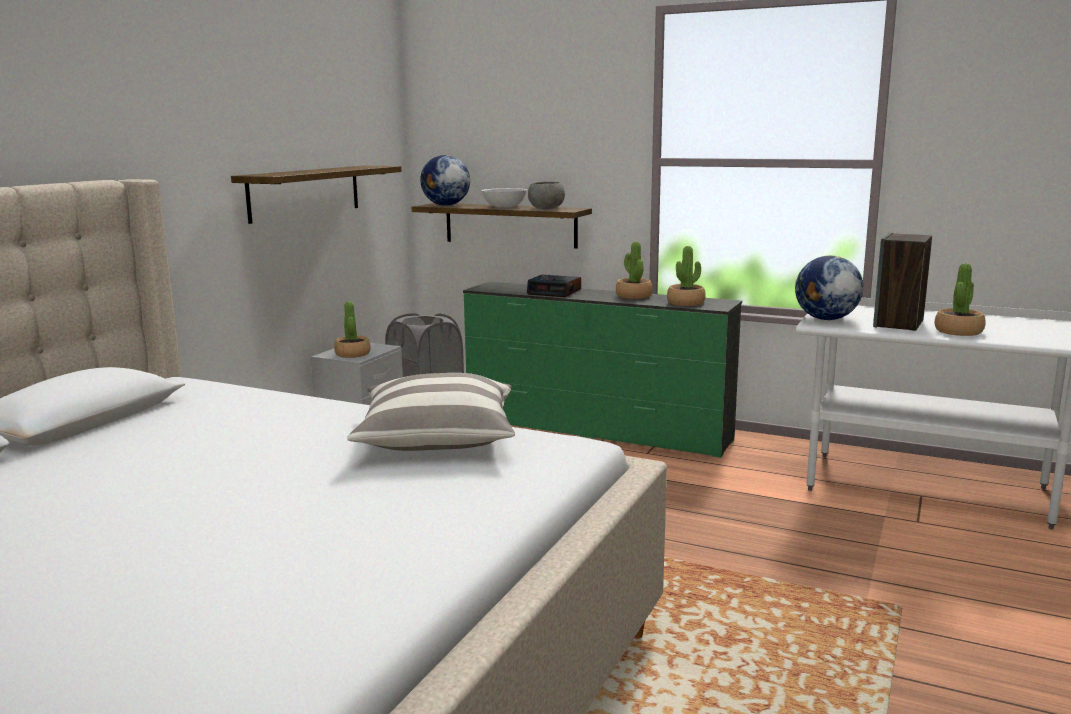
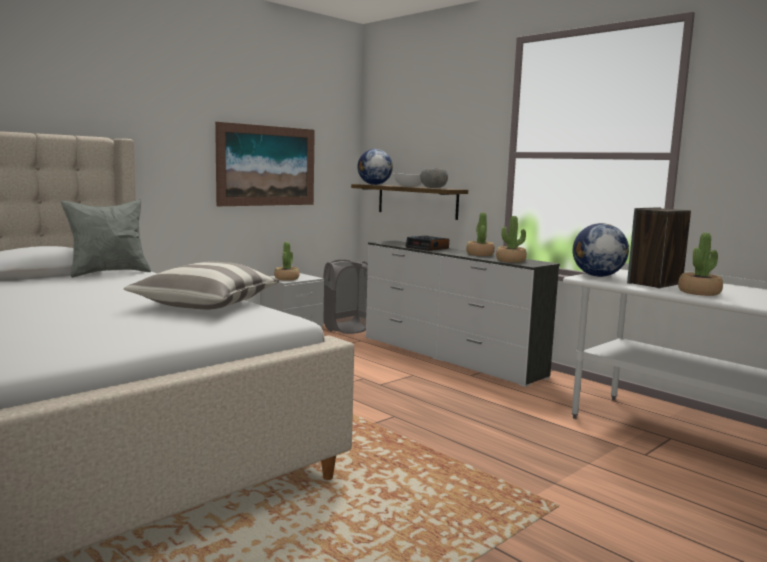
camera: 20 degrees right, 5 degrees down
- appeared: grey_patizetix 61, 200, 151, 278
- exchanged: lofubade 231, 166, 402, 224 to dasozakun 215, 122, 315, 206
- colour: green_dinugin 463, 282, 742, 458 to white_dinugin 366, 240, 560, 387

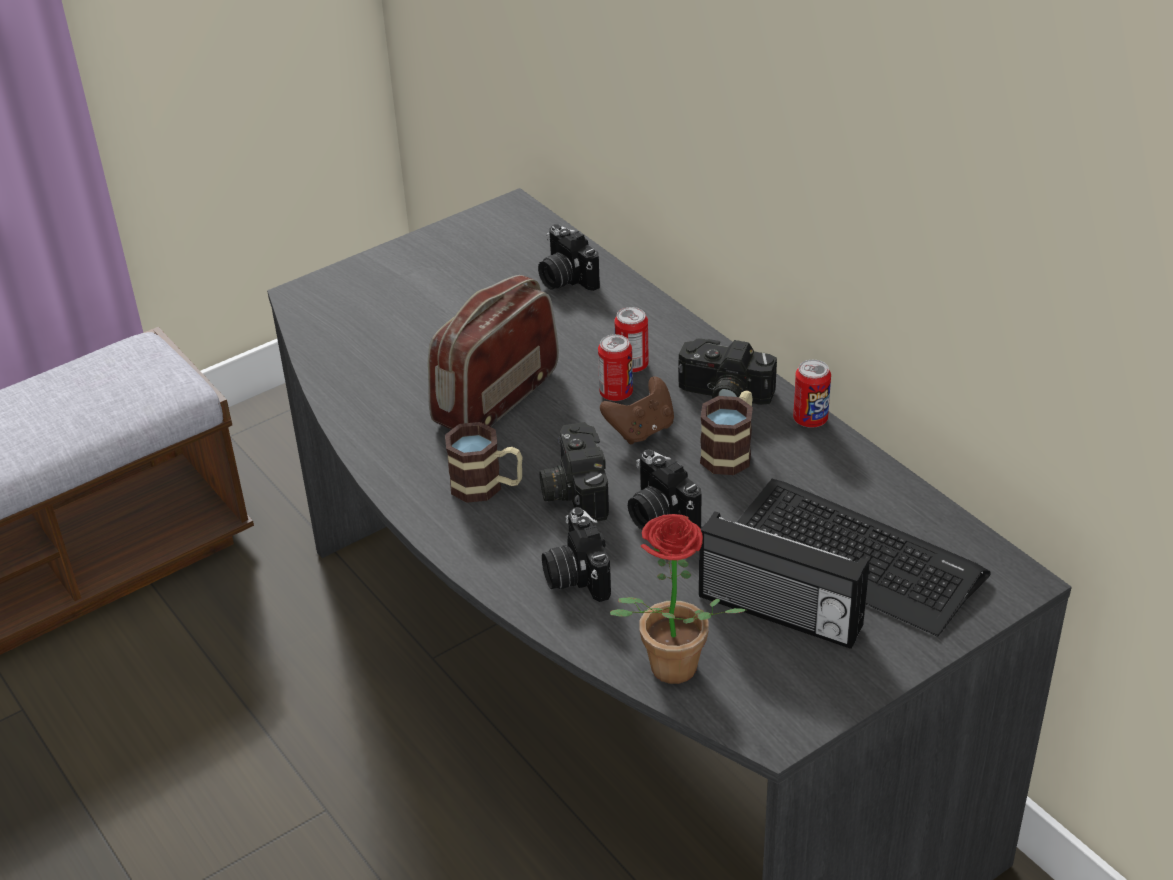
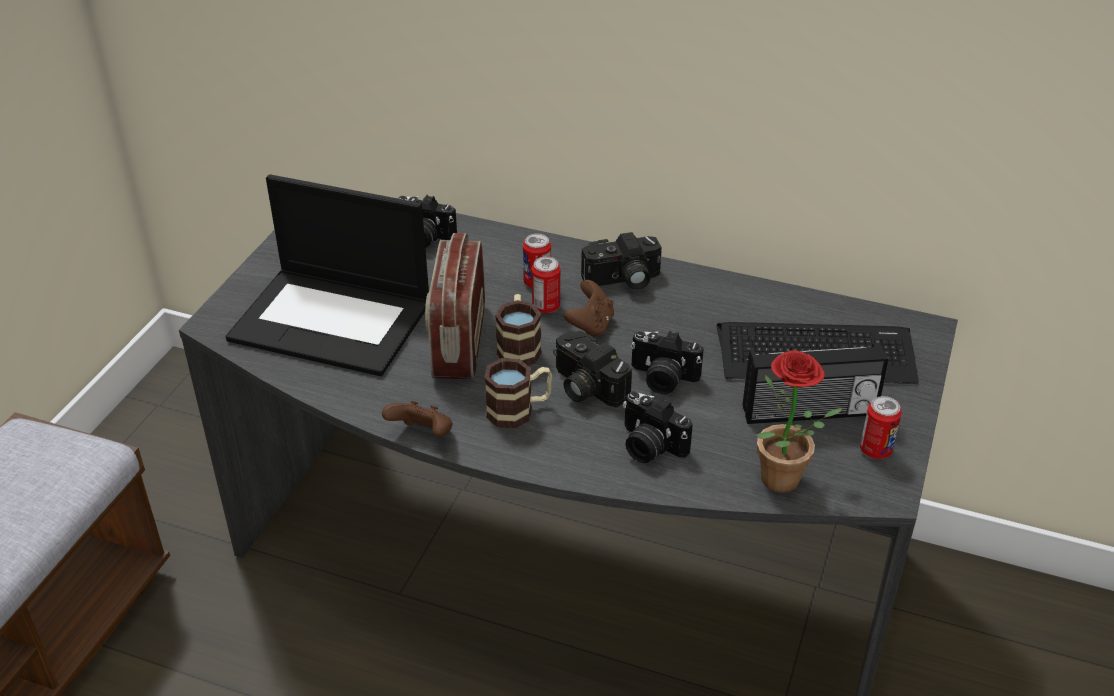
camera: 35 degrees left, 0 degrees up
- appeared: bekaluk 225, 174, 429, 376
- appeared: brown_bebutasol 382, 401, 453, 437
- relocated: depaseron 700, 391, 753, 475 to 495, 294, 541, 366
- relocated: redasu 793, 360, 831, 428 to 860, 396, 902, 459

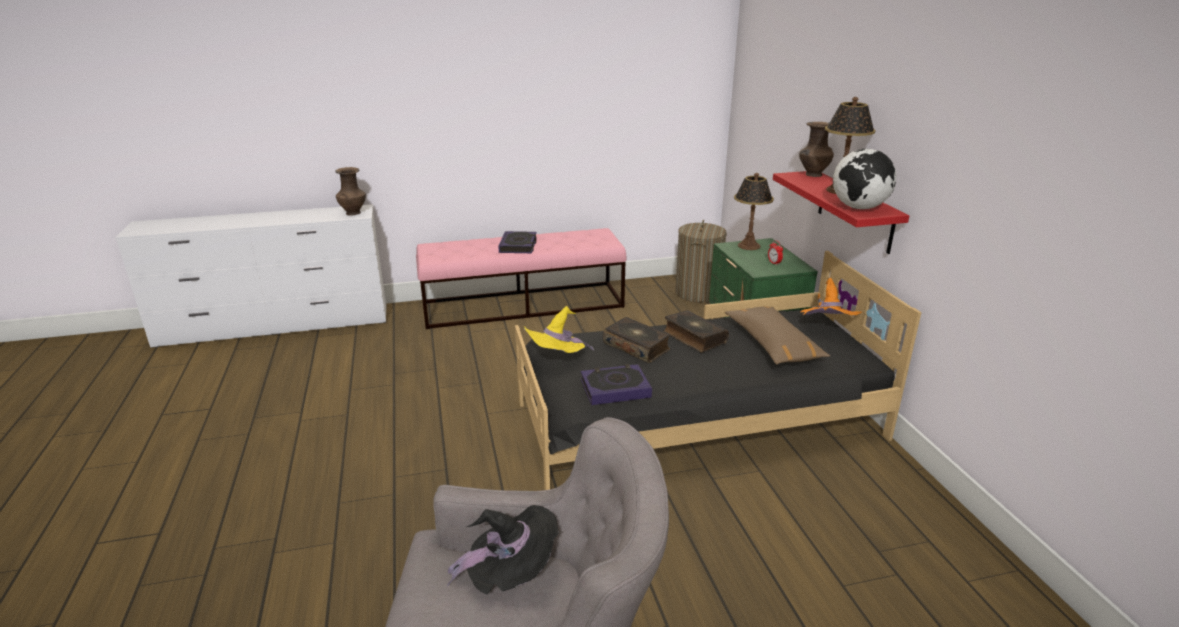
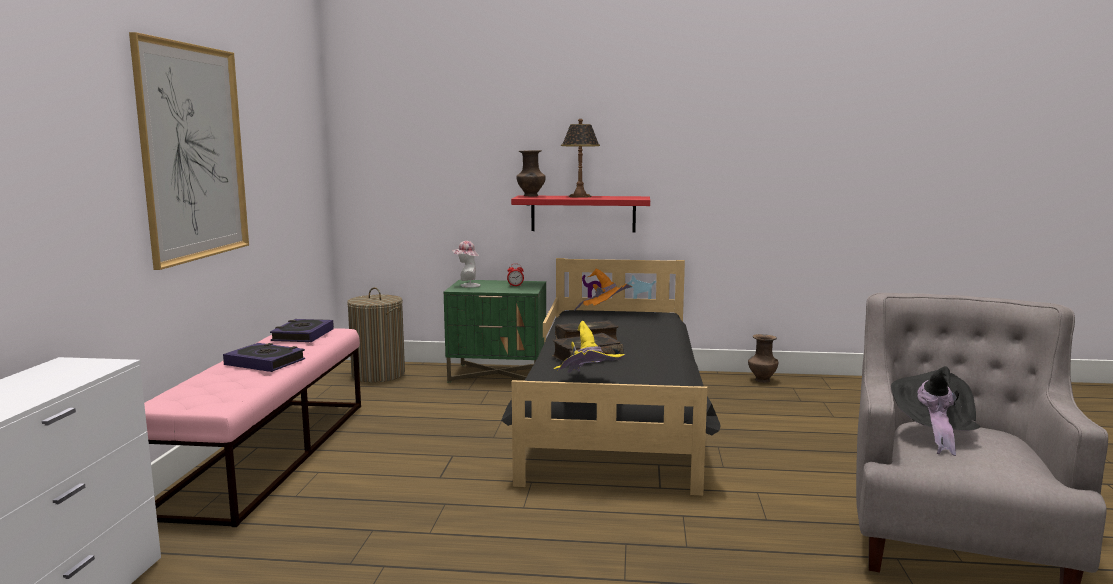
camera: 70 degrees left, 15 degrees down
- appeared: dasozakun 129, 32, 249, 270
- relocated: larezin 581, 364, 652, 405 to 270, 319, 334, 342
- exchanged: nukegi 734, 173, 774, 250 to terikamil 452, 241, 480, 288
- relocated: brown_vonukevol 335, 167, 366, 216 to 748, 334, 778, 383
- missing: brown_patizetix 725, 306, 830, 365
- missing: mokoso 833, 149, 896, 210

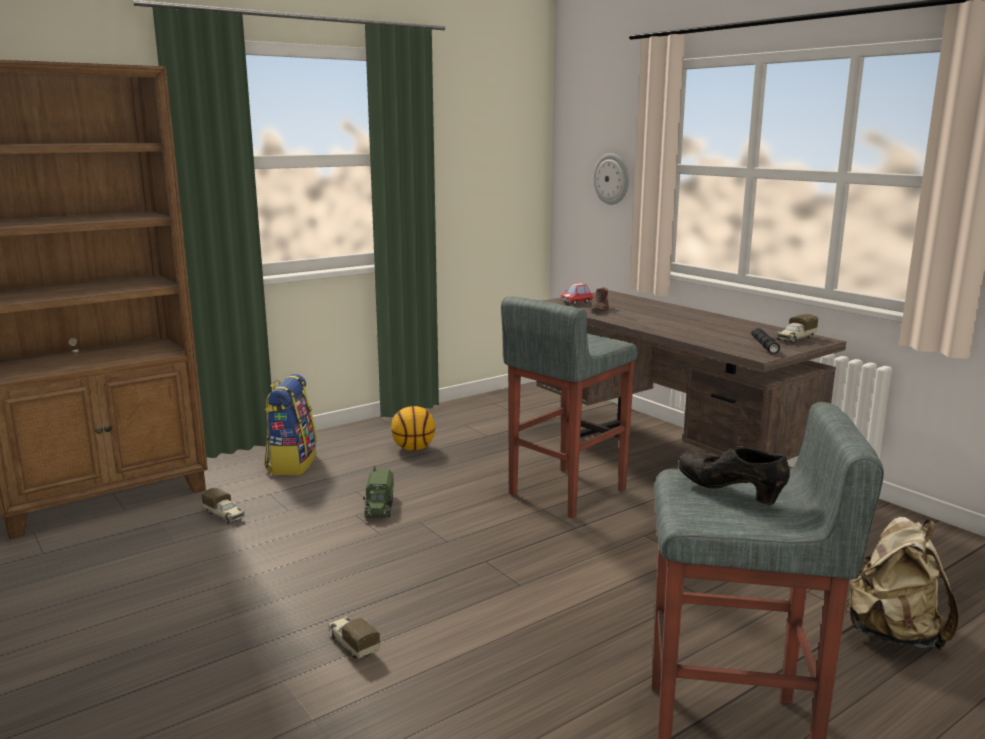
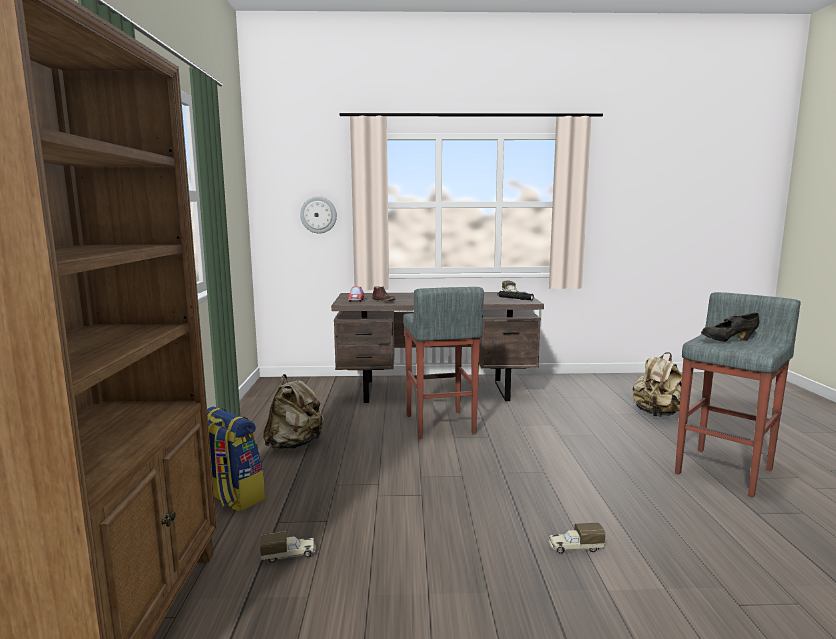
camera: 55 degrees left, 5 degrees down
- exchanged: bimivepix 391, 406, 435, 450 to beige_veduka 263, 374, 324, 450
- missing: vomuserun 363, 466, 394, 518

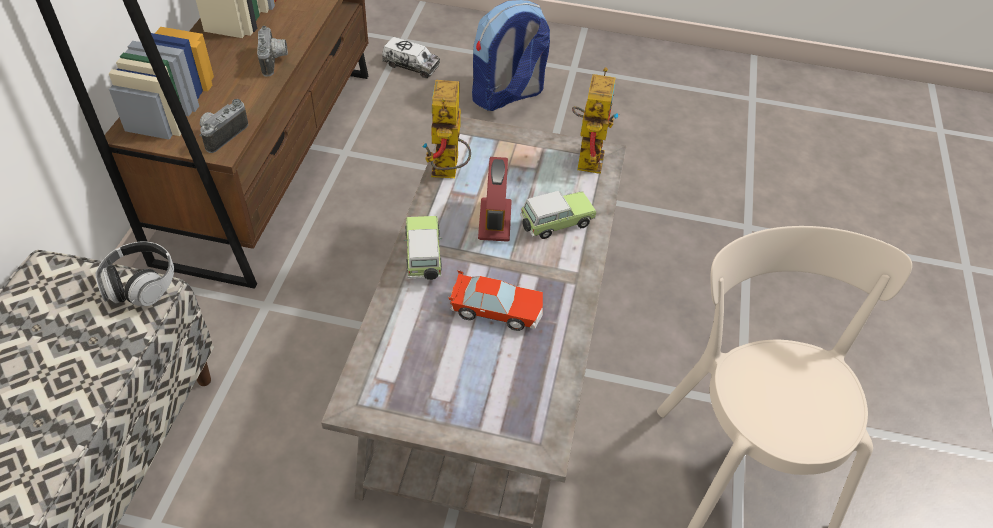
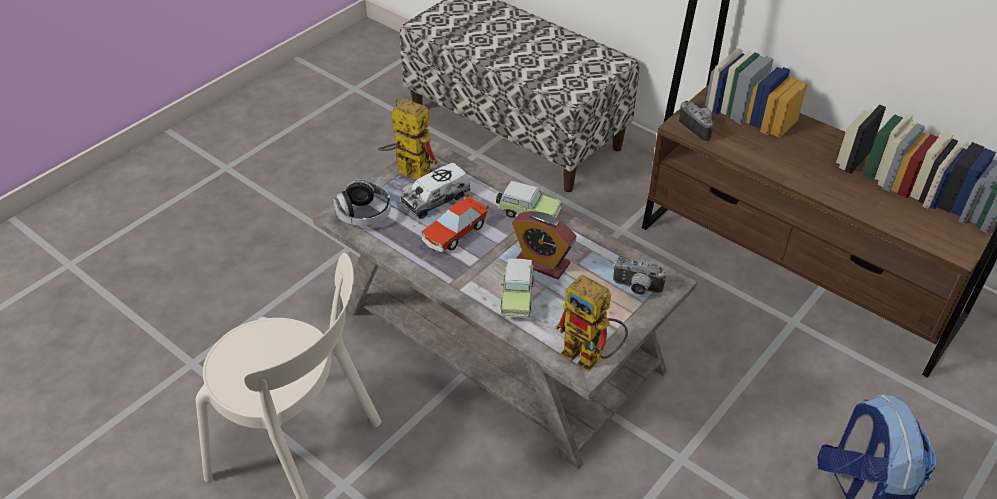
camera: 120 degrees right, 5 degrees down
- relocated: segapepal 96, 241, 174, 306 to 333, 179, 391, 226
- relocated: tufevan 422, 80, 471, 178 to 378, 97, 438, 180
- relocated: vomuserun 382, 37, 440, 78 to 400, 162, 471, 219
- relocated: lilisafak 257, 26, 288, 77 to 613, 256, 666, 295

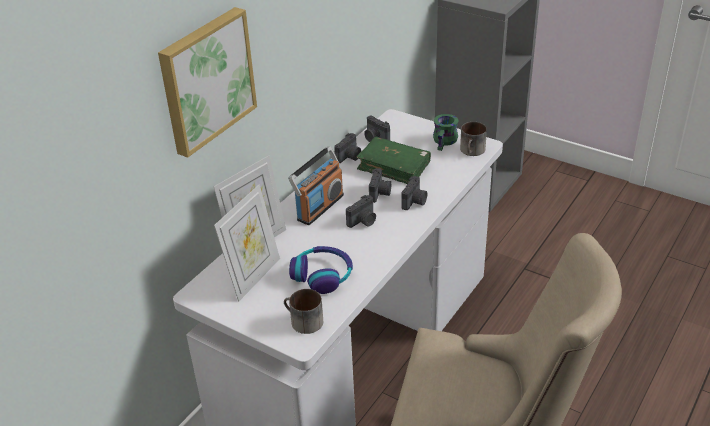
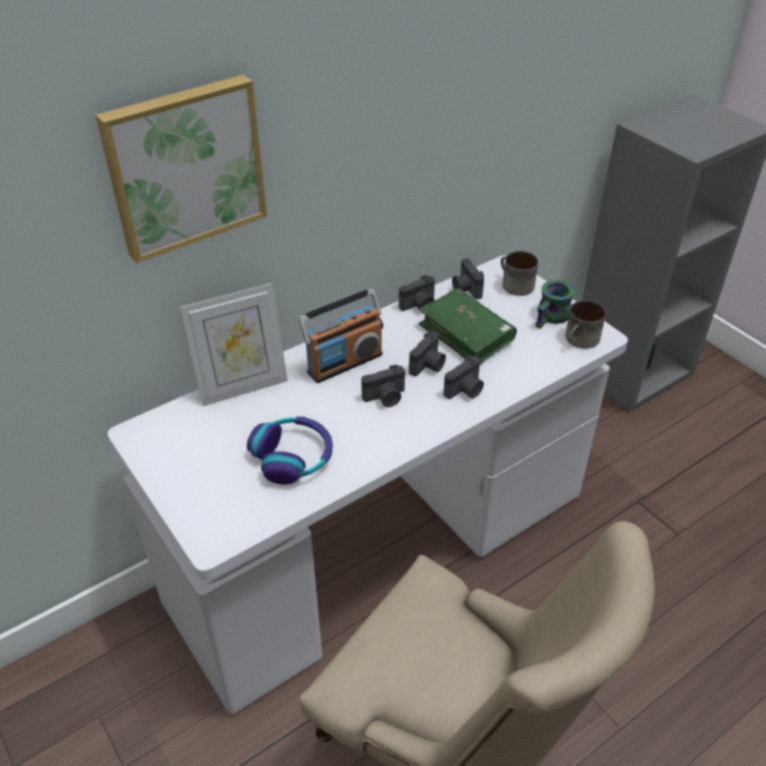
camera: 20 degrees right, 5 degrees up
- relocated: depaseron 284, 289, 323, 334 to 501, 251, 538, 296
- missing: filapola 214, 185, 280, 301

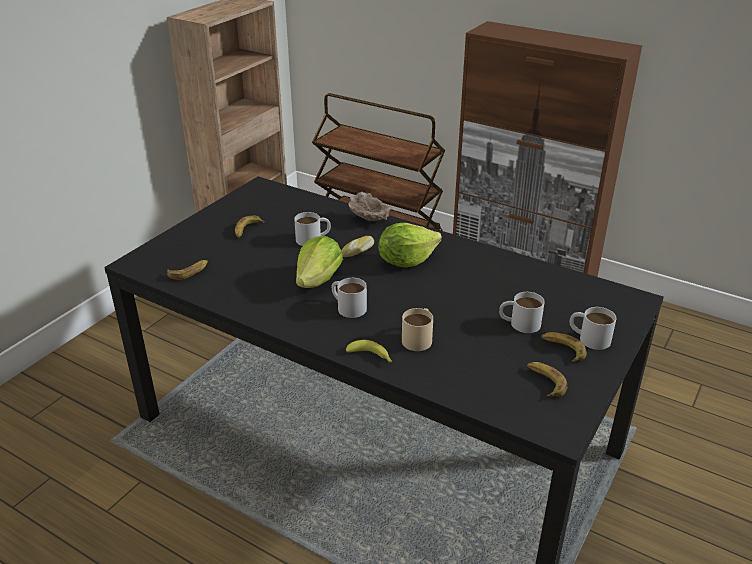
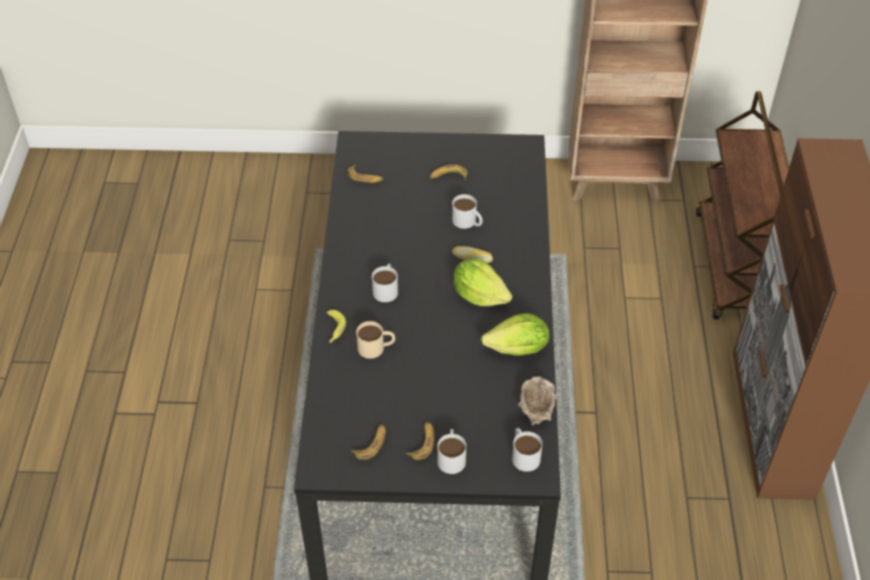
camera: 60 degrees right, 15 degrees up
- relocated: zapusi 296, 235, 343, 288 to 481, 313, 549, 356
- relocated: white_depaseron 499, 292, 545, 333 to 512, 428, 542, 472
- relocated: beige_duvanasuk 348, 192, 392, 222 to 518, 377, 557, 425

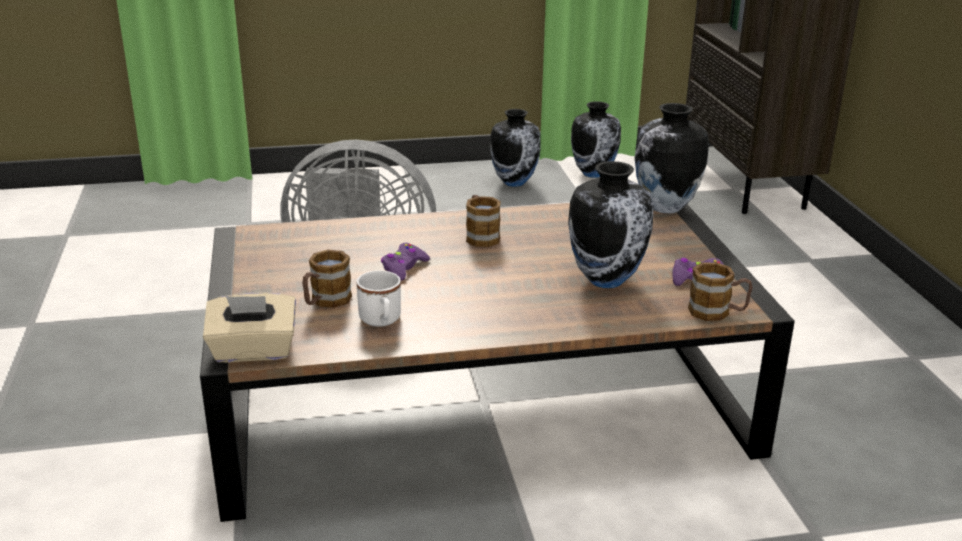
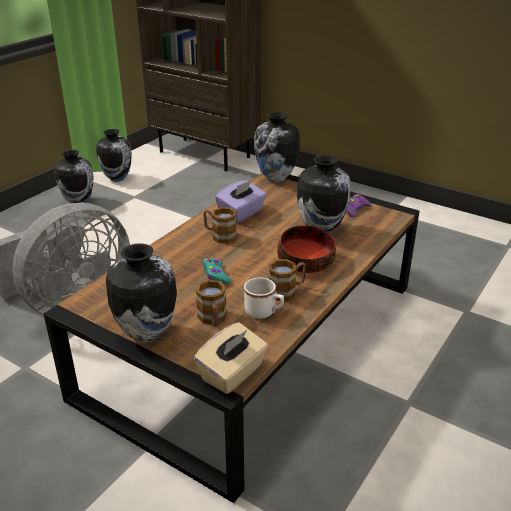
camera: 45 degrees left, 5 degrees up
- appeared: vonukevol 106, 243, 177, 343
- colour: purple_bebutasol 381, 243, 430, 281 to turquoise_bebutasol 202, 258, 231, 284
- appeared: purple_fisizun 215, 180, 266, 223
- relocated: depaseron 688, 262, 753, 321 to 268, 259, 306, 301
- appeared: duvanasuk 277, 225, 336, 273

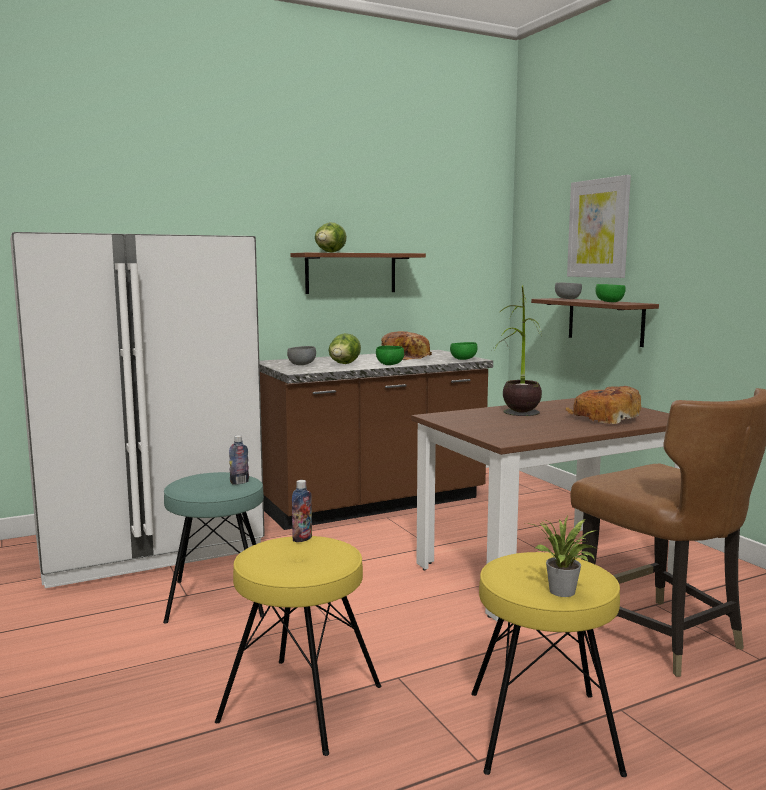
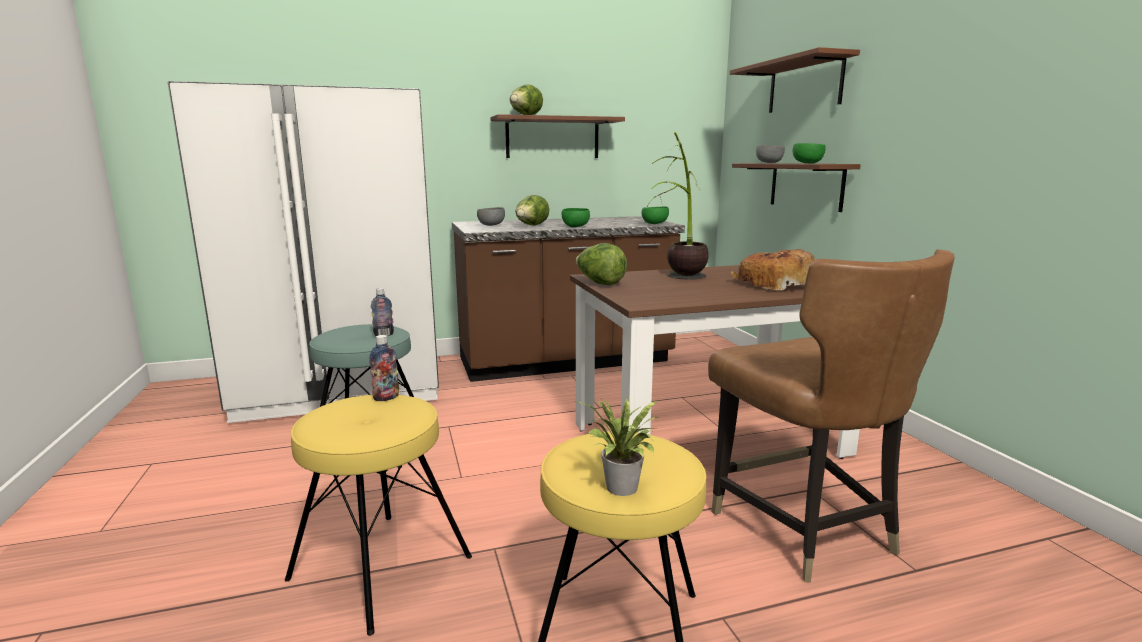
camera: 10 degrees right, 5 degrees up
- appeared: zapusi 576, 243, 627, 285
- exchanged: dasozakun 567, 175, 631, 278 to brown_lofubade 730, 47, 860, 113
- missing: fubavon 381, 331, 432, 360

